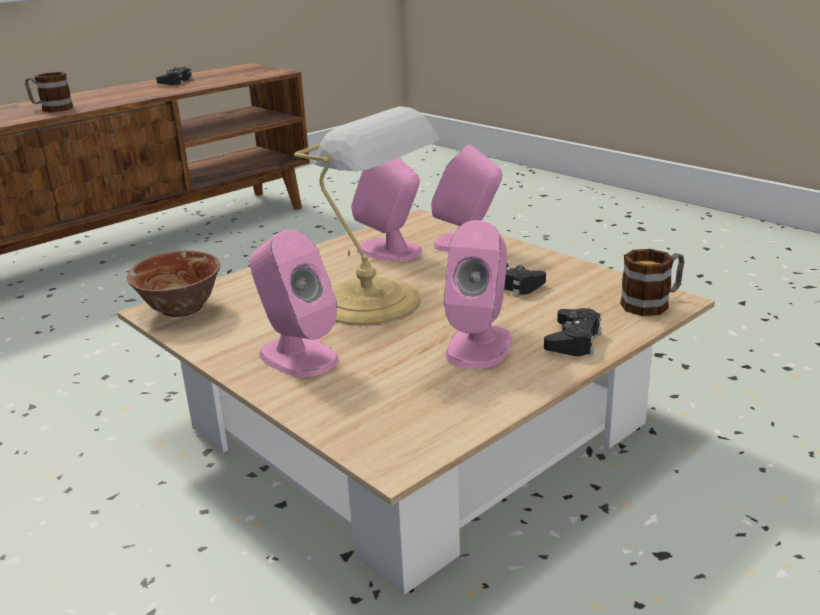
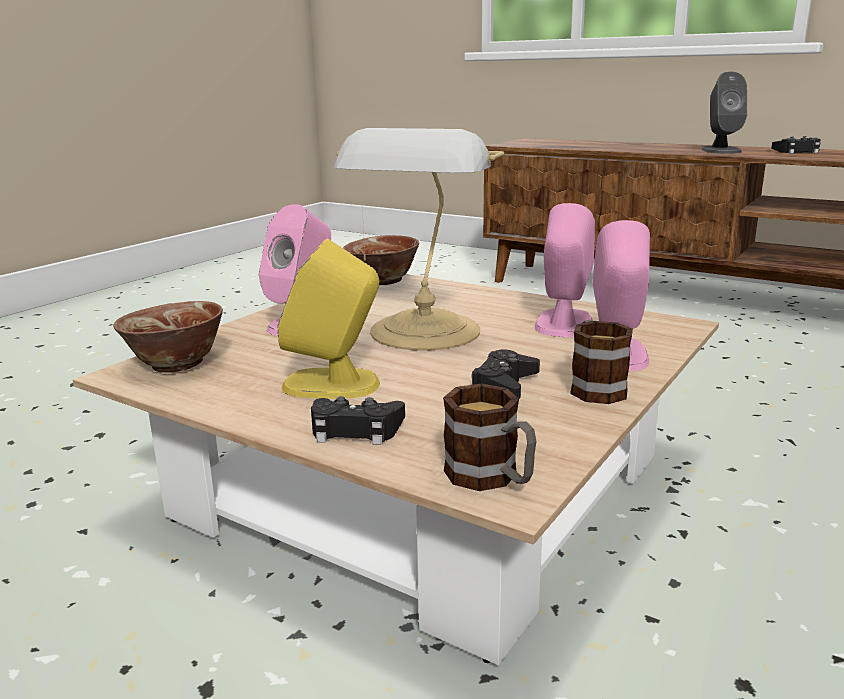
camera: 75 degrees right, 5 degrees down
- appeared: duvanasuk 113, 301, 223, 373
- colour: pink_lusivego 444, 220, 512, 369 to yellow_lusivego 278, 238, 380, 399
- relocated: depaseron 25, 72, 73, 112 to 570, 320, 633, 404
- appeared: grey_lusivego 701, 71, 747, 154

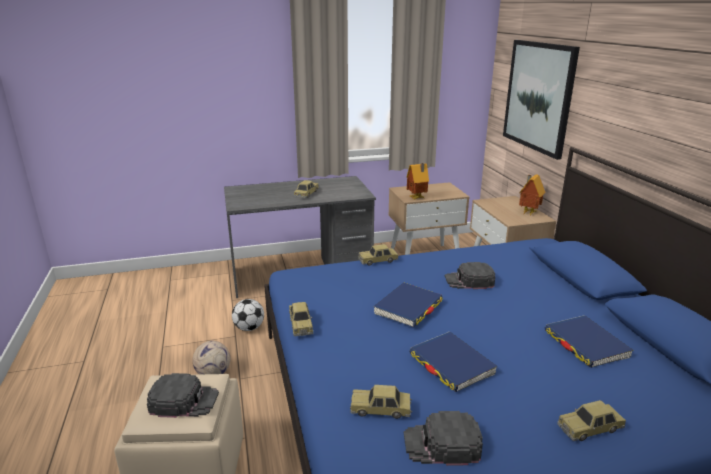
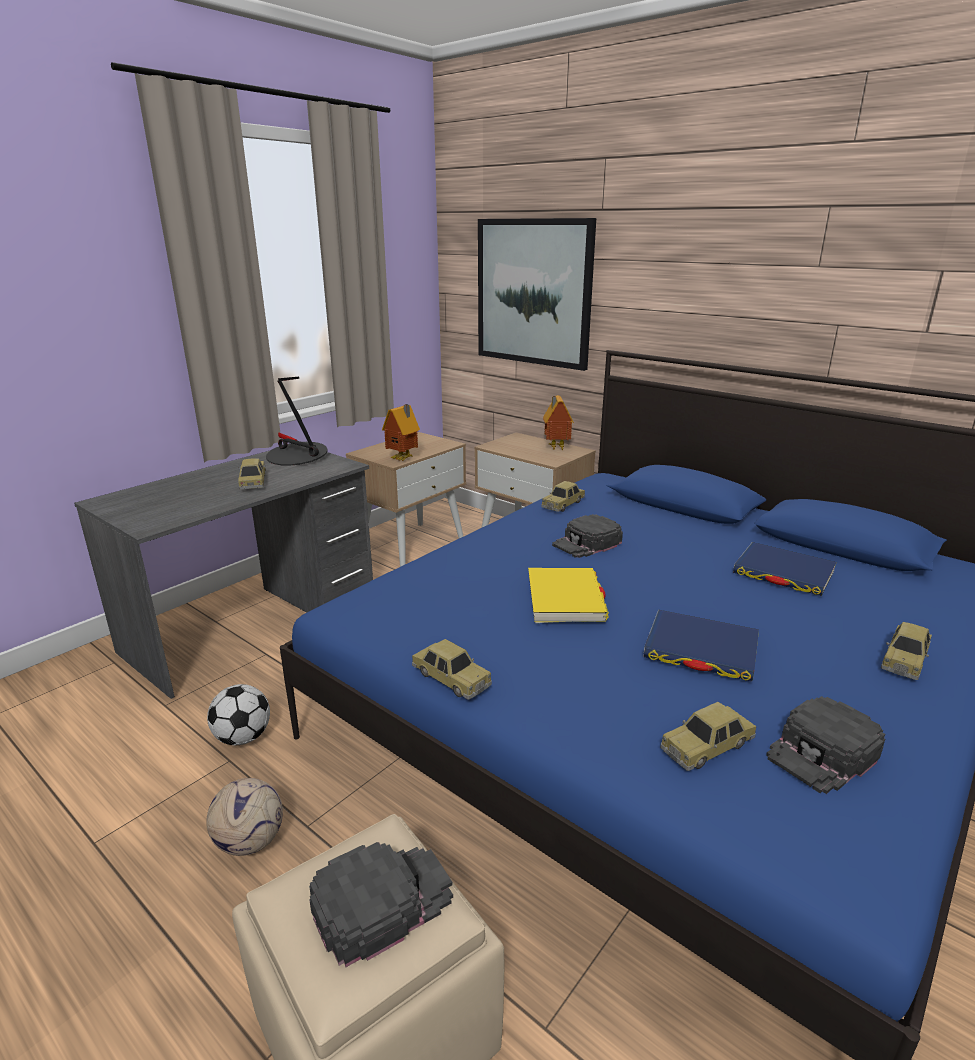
camera: 35 degrees left, 0 degrees up
- appeared: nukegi 266, 377, 328, 466
- colour: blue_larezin 374, 283, 443, 327 to yellow_larezin 528, 568, 609, 623
- relocated: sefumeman 358, 244, 399, 266 to 541, 481, 585, 512

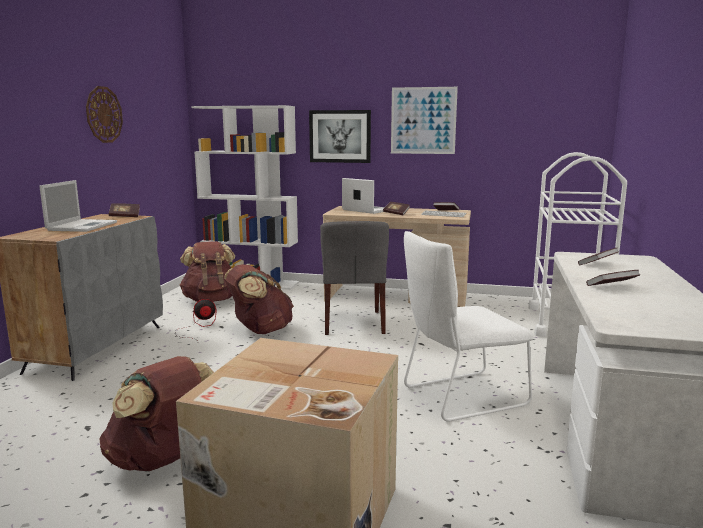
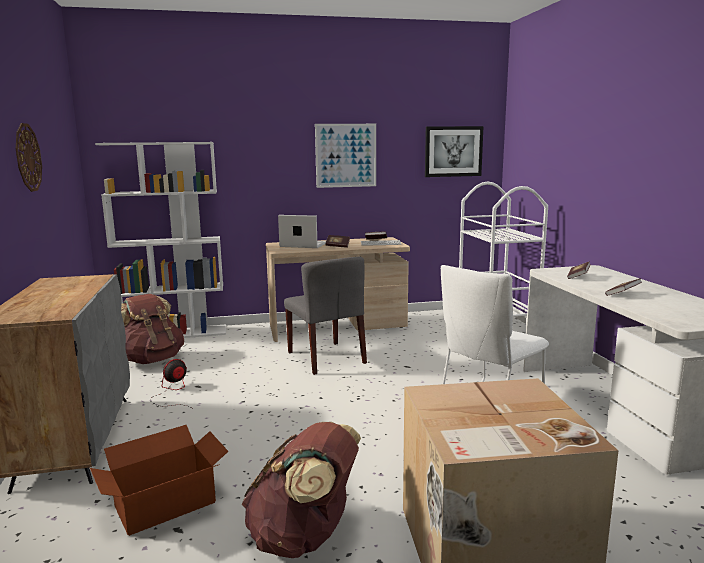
camera: 25 degrees left, 0 degrees up
- appeared: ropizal 90, 425, 228, 536
- relocated: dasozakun 309, 110, 371, 163 to 425, 126, 483, 177
- missing: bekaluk 39, 180, 117, 232
- missing: larezin 109, 203, 140, 217
- missing: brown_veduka 224, 264, 294, 334

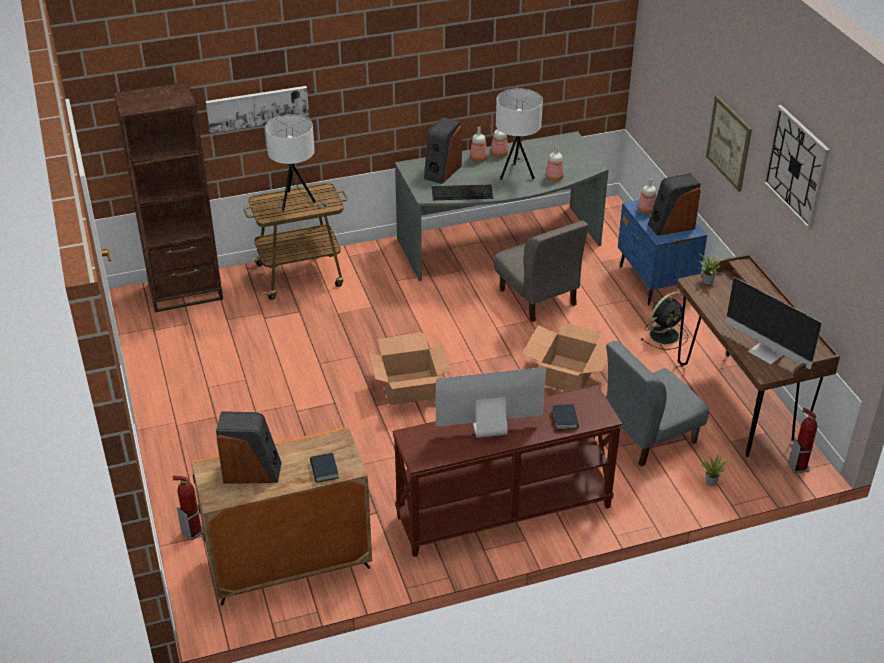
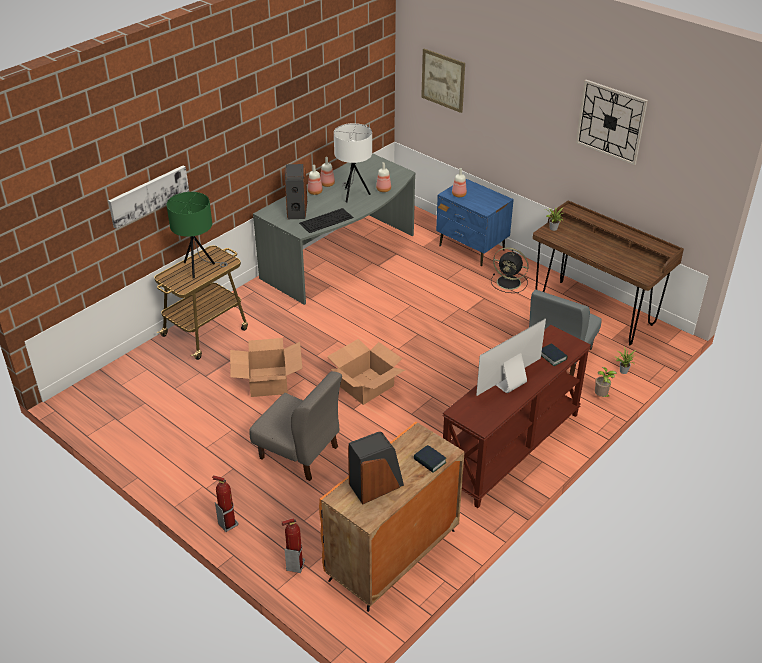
camera: 30 degrees left, 0 degrees up
- colour: white_nukegi 265, 115, 328, 210 to green_nukegi 166, 192, 228, 279
- relocated: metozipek 788, 407, 817, 473 to 212, 475, 238, 532
- relocated: ropizal 522, 322, 608, 392 to 230, 338, 303, 397
- relocated: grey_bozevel 494, 220, 588, 322 to 249, 371, 342, 481
- relocated: dasozakun 706, 95, 752, 192 to 421, 48, 465, 113
- spun: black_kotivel 641, 292, 688, 350 = 491, 247, 529, 293 90 degrees clockwise
- appeared: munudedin 595, 367, 617, 397
- missing: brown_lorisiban 114, 82, 223, 312
- missing: lusivego 648, 173, 701, 236
- missing: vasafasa 725, 277, 822, 369

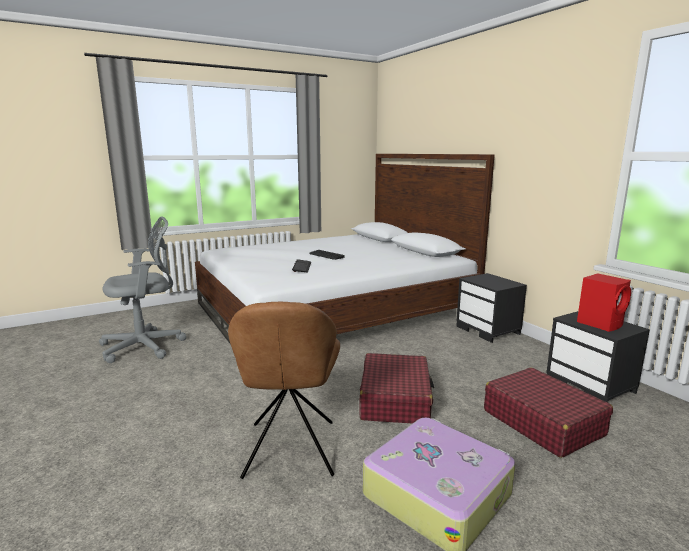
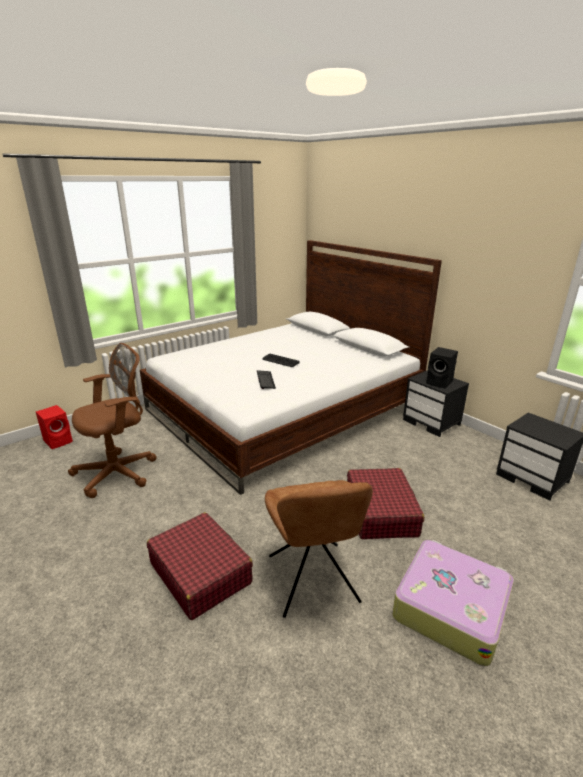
camera: 10 degrees left, 10 degrees up
- relocated: red_lusivego 577, 273, 631, 332 to 36, 405, 73, 449
- colour: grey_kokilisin 99, 216, 186, 363 to brown_kokilisin 68, 343, 157, 498
- relocated: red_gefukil 484, 368, 613, 458 to 147, 512, 253, 620
- appeared: black_lusivego 426, 347, 458, 389

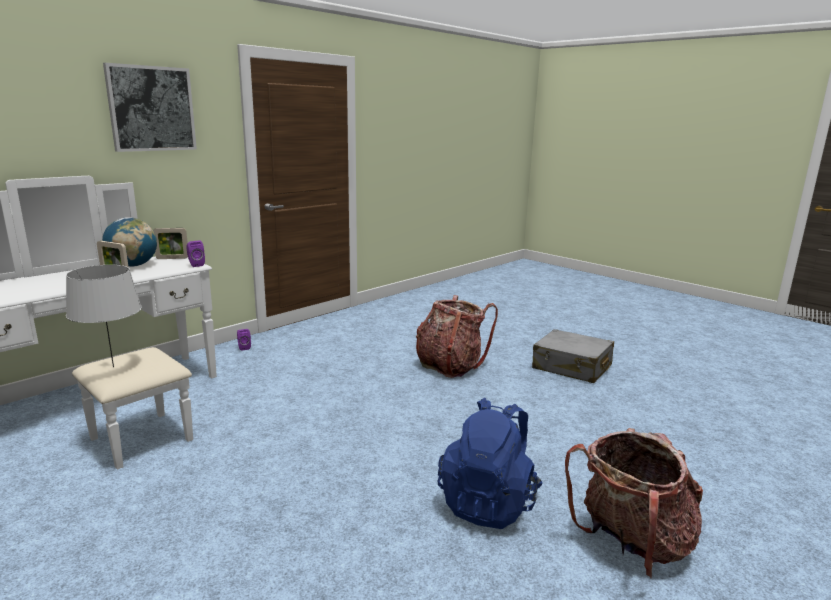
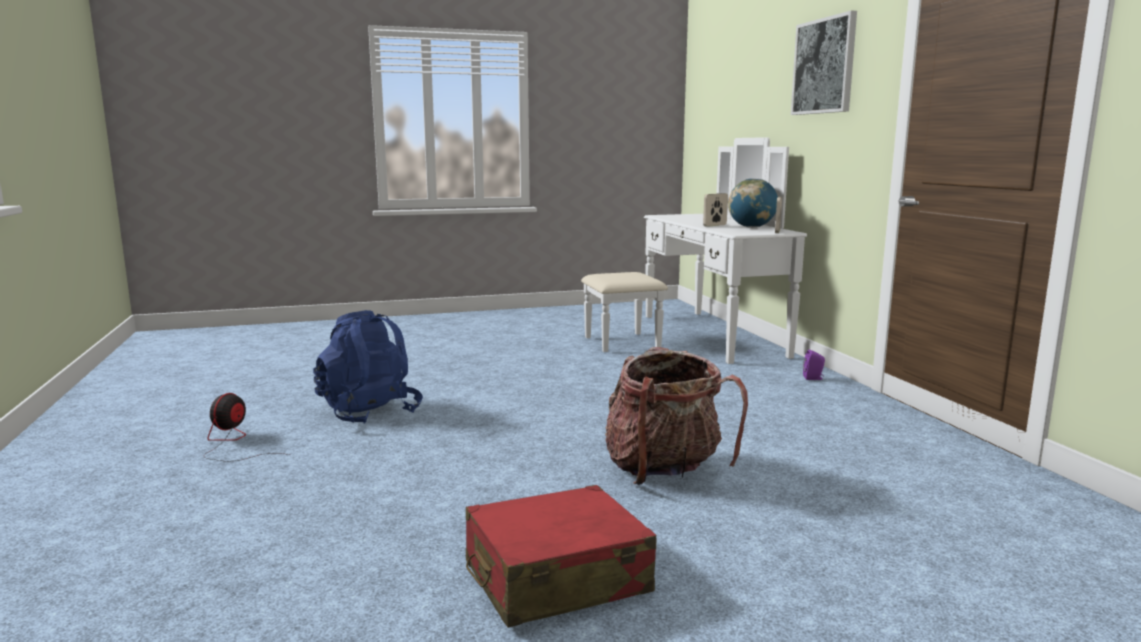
camera: 120 degrees right, 5 degrees down
- exchanged: veduka 565, 428, 703, 578 to kotivel 204, 393, 290, 462
- colour: grey_gefukil 532, 329, 614, 383 to red_gefukil 466, 485, 657, 628
- missing: grey_nukegi 66, 265, 142, 367
- missing: purple_lusivego 186, 241, 205, 267

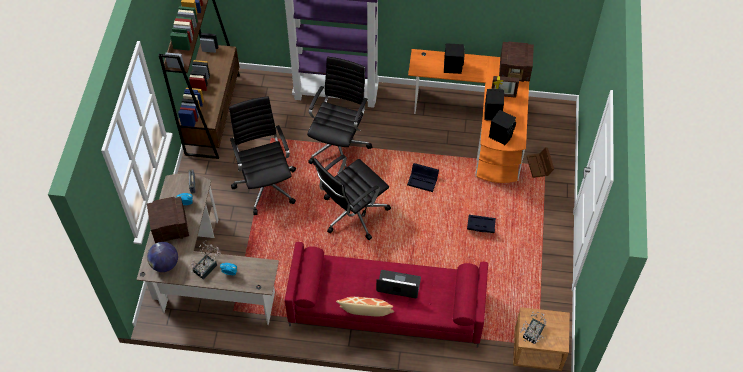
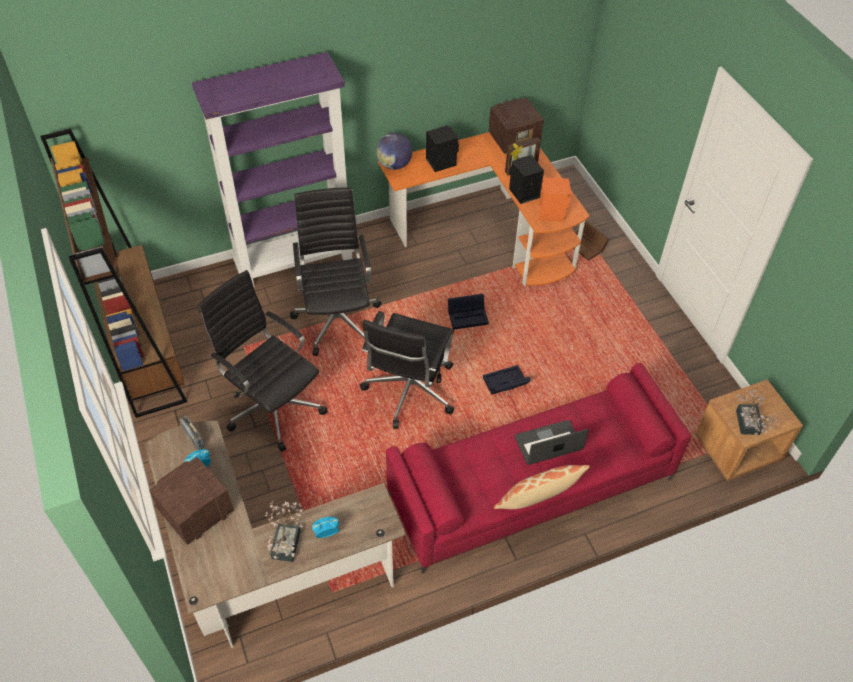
camera: 30 degrees left, 5 degrees down
- relocated: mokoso 147, 242, 178, 272 to 376, 133, 412, 170
- relocated: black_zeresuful 467, 215, 496, 233 to 483, 365, 531, 395
- colour: black_lusivego 489, 110, 516, 145 to orange_lusivego 539, 178, 571, 222

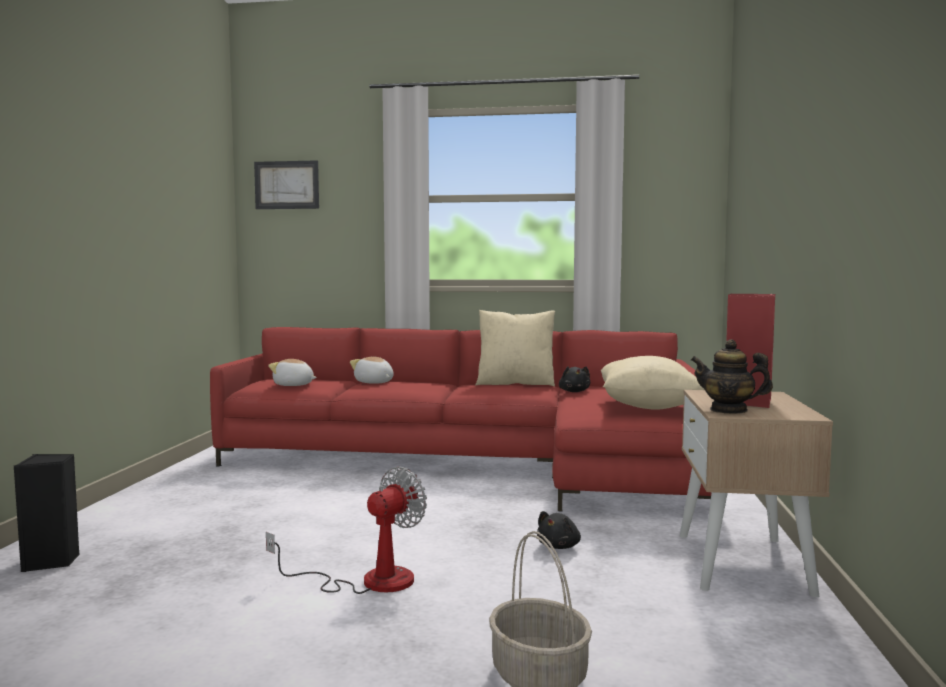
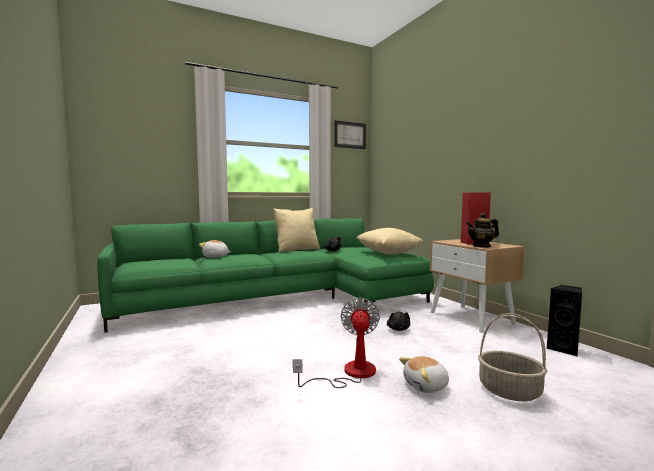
camera: 35 degrees left, 0 degrees up
- colour: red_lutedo 210, 327, 712, 511 to green_lutedo 98, 218, 434, 333
- relocated: dasozakun 254, 160, 319, 209 to 334, 120, 366, 149
- relocated: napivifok 268, 359, 317, 386 to 399, 356, 449, 393
- relocated: black_lusivego 14, 454, 80, 572 to 546, 285, 582, 356

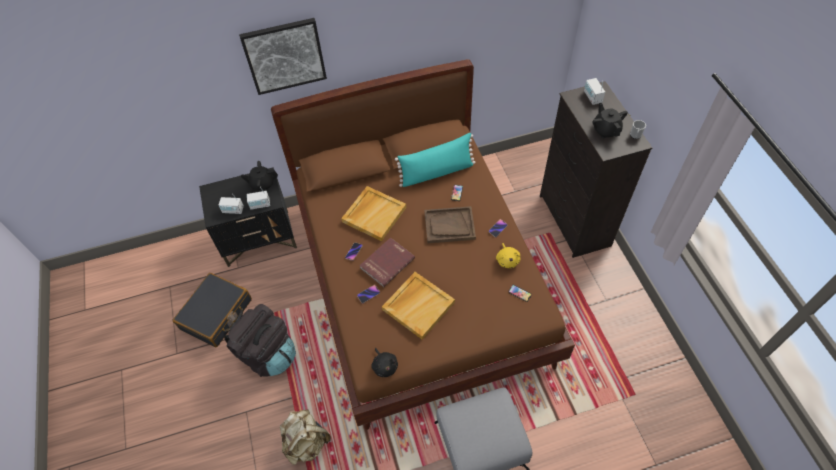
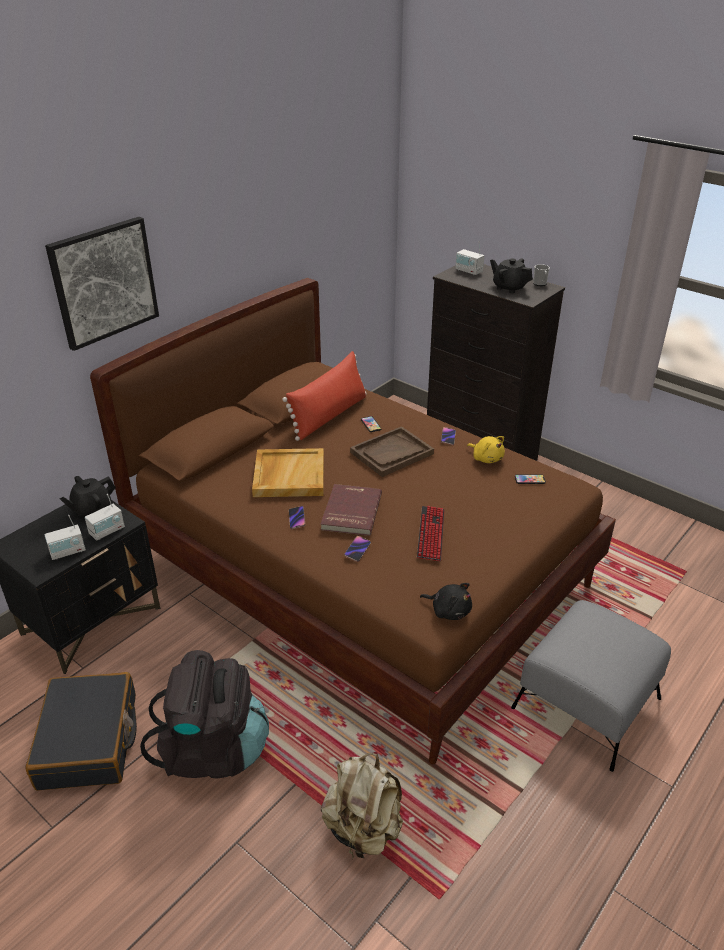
camera: 35 degrees left, 20 degrees down
- colour: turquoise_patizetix 395, 133, 475, 187 to red_patizetix 282, 351, 367, 441
- exchanged: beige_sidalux 382, 272, 455, 340 to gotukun 417, 506, 445, 561

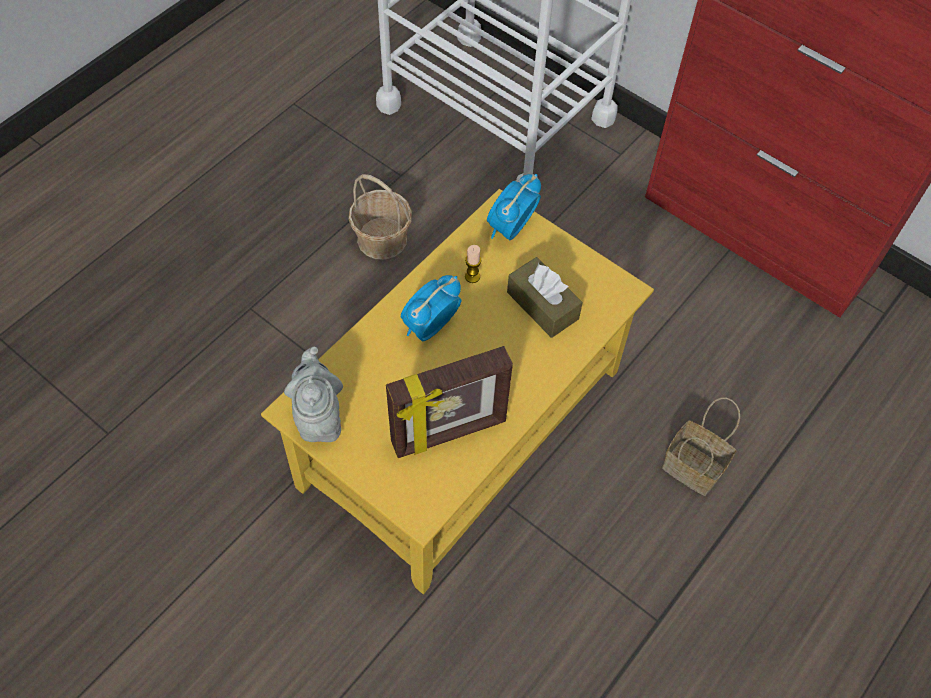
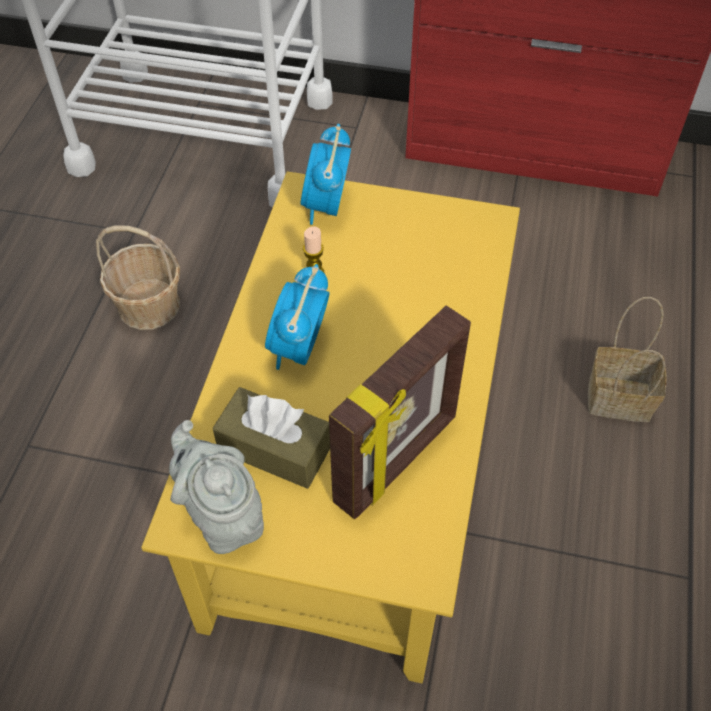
camera: 25 degrees left, 5 degrees down
- relocated: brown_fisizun 507, 257, 583, 338 to 213, 387, 330, 489

